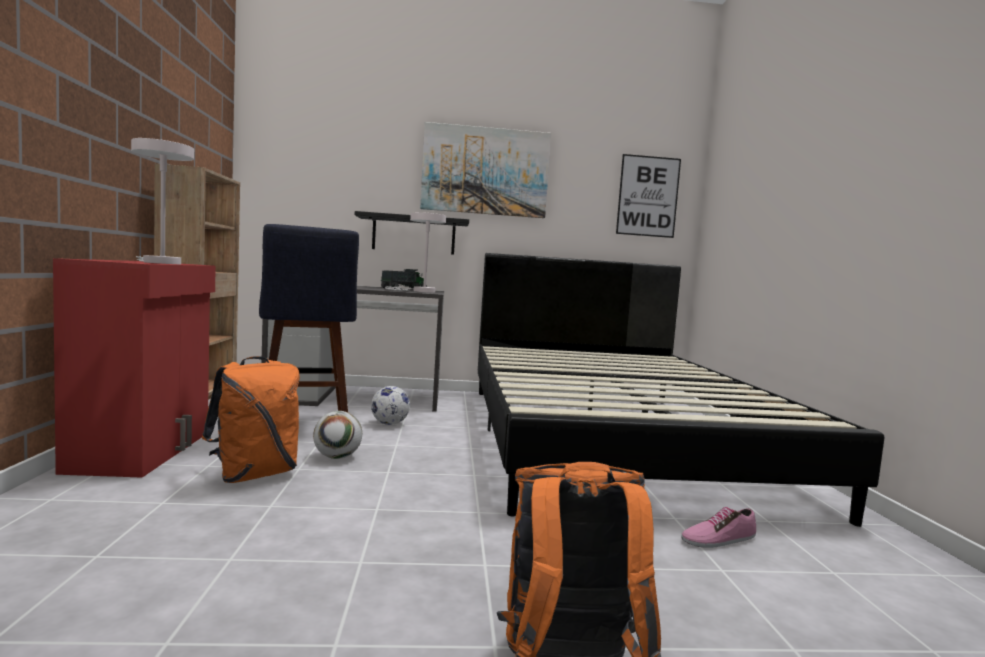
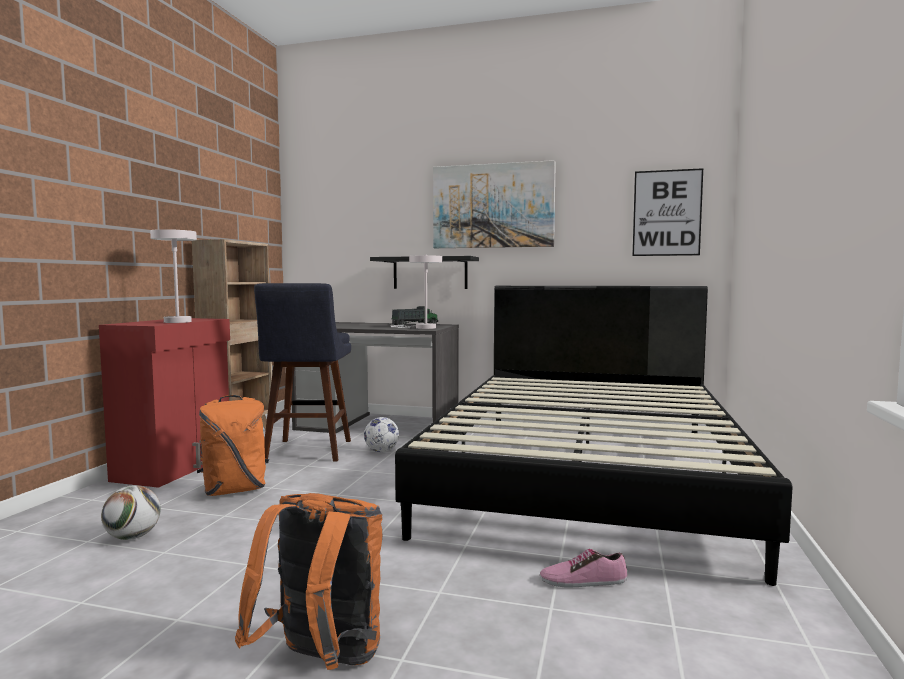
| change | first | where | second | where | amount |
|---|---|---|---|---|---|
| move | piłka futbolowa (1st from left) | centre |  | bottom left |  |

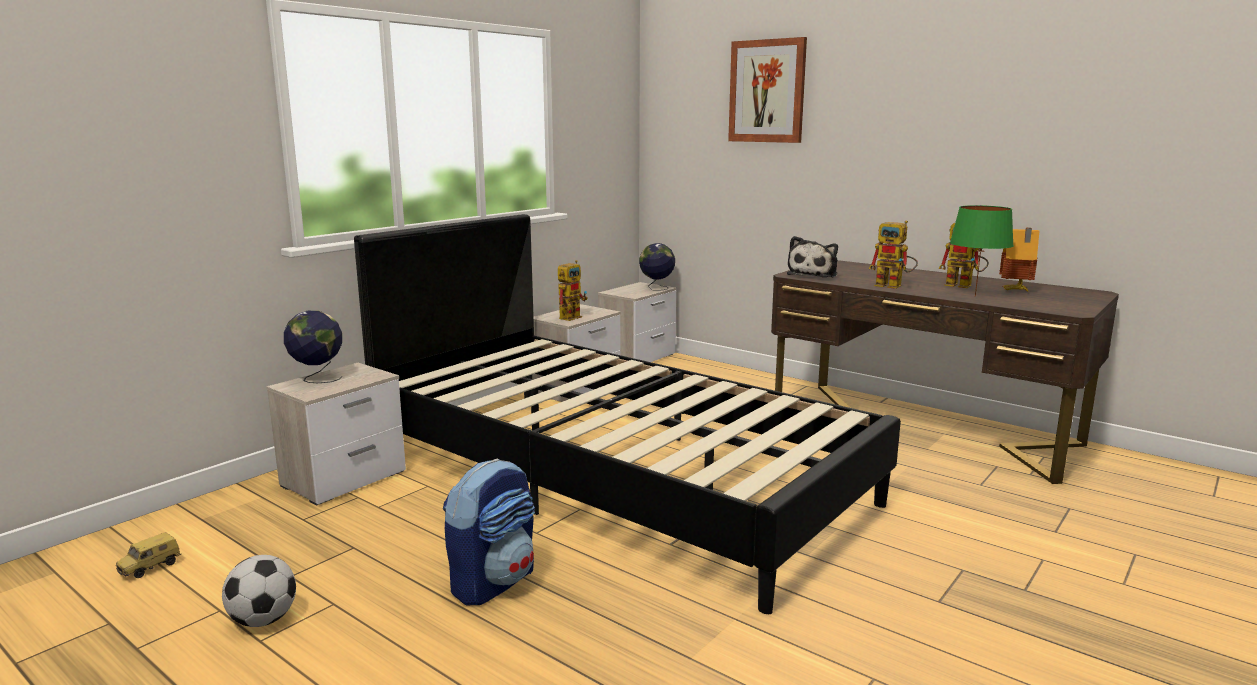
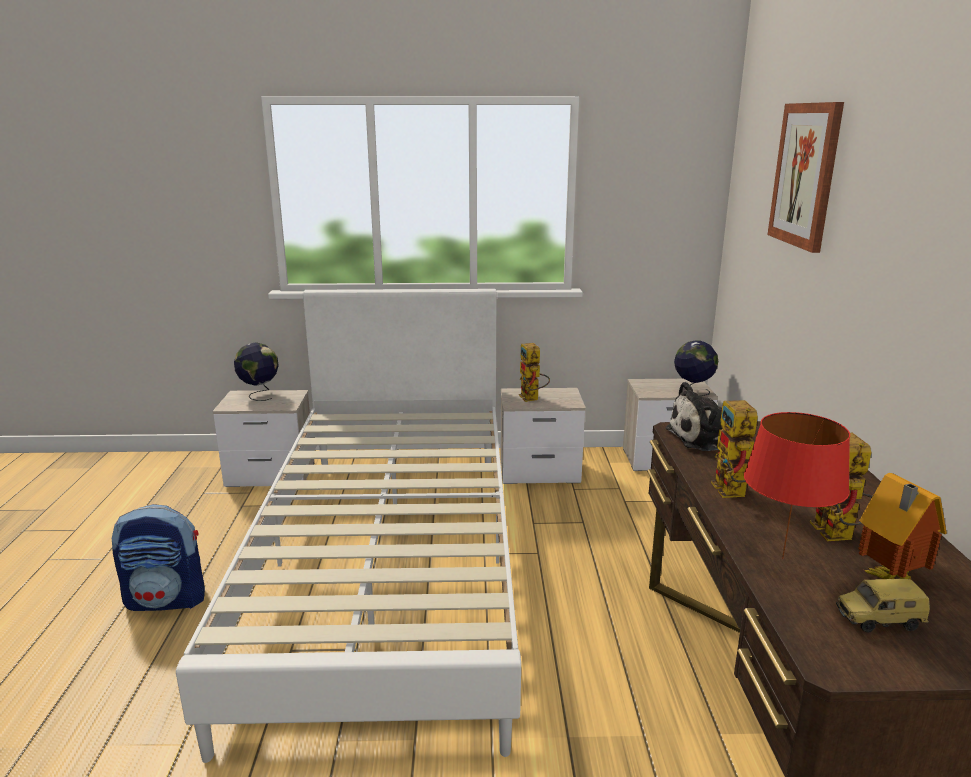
| change | first | where | second | where | amount |
|---|---|---|---|---|---|
| recolor | łóżko (czarny) | centre | łóżko (biały) | bottom centre |  |
| rotate | robot zabawkowy (1st from left) | centre |  | centre | 75 degrees clockwise |
| recolor | lampa stołowa (zielony) | middle right | lampa stołowa (czerwony) | middle right |  |
| move | samochodzik | bottom left |  | bottom right |  |
| delete | piłka futbolowa | bottom left |  |  |  |

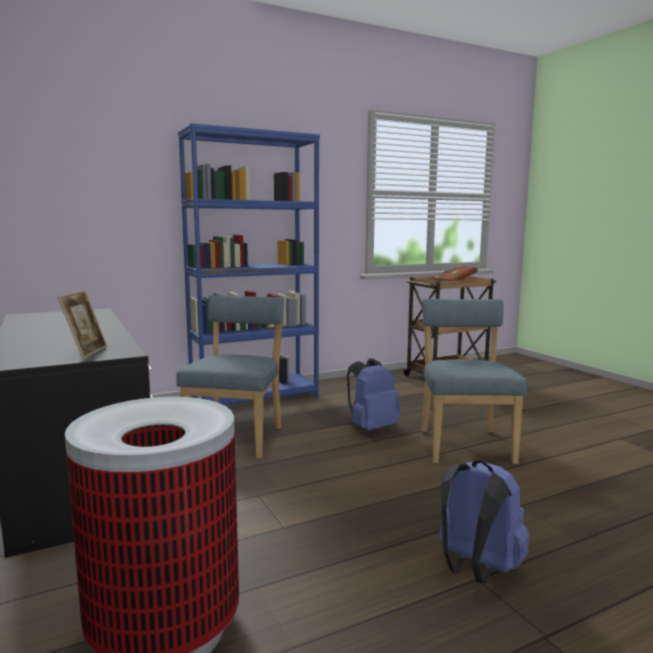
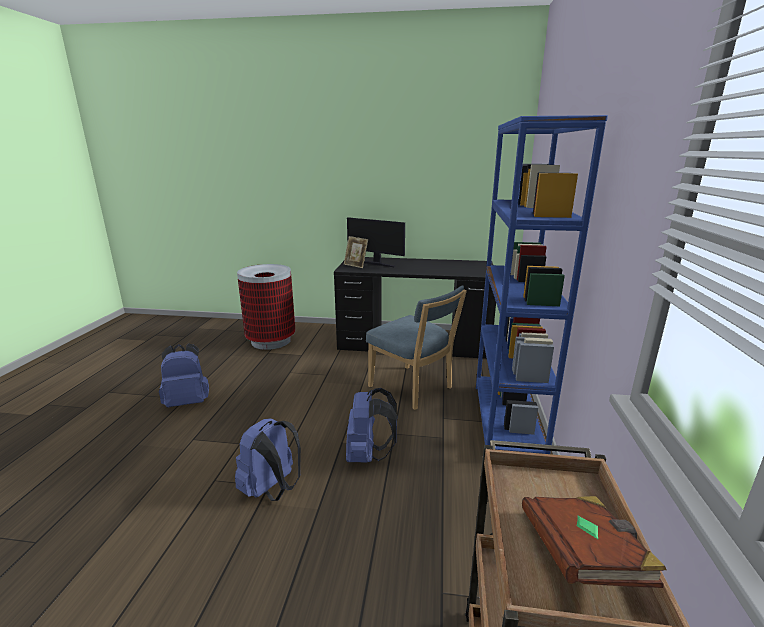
| change | first | where | second | where | amount |
|---|---|---|---|---|---|
| replace | krzesło (niebieski) (2nd from left) | middle right | plecak (niebieski) (2nd from left) | bottom centre |  |
| insert |  |  | monitor | centre |  |

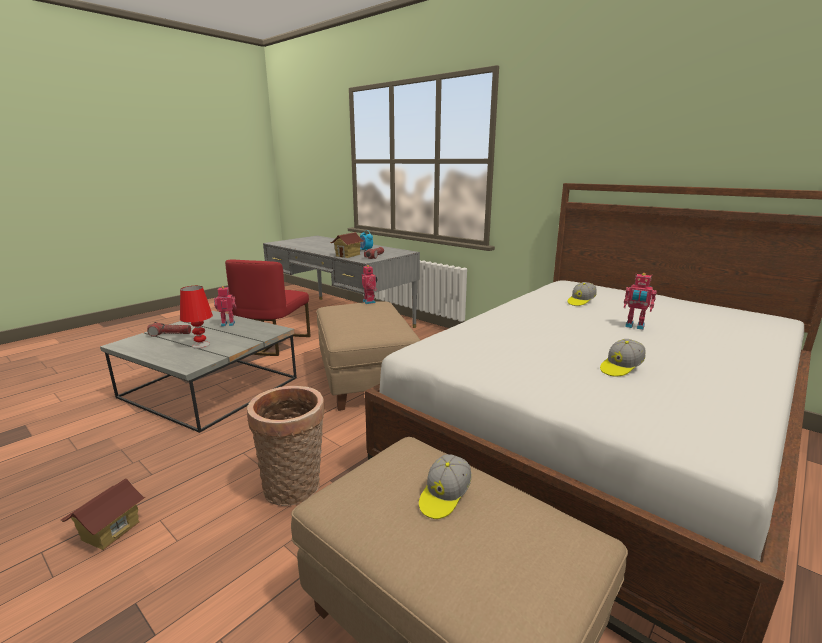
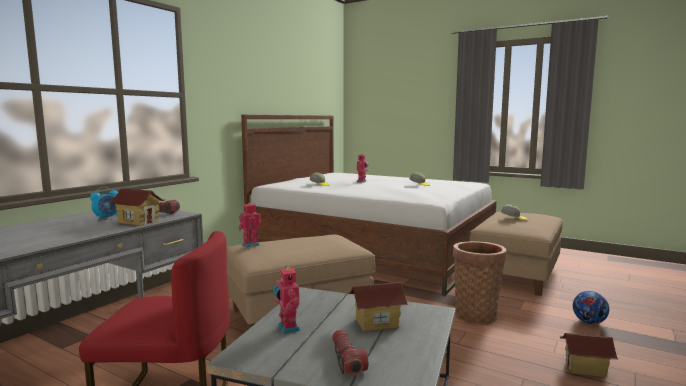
| change | first | where | second | where | amount |
|---|---|---|---|---|---|
| replace | lampa stołowa (czerwony) | middle left | domek (2nd from left) | bottom centre |  |
| insert |  |  | piłka futbolowa | bottom right |  |

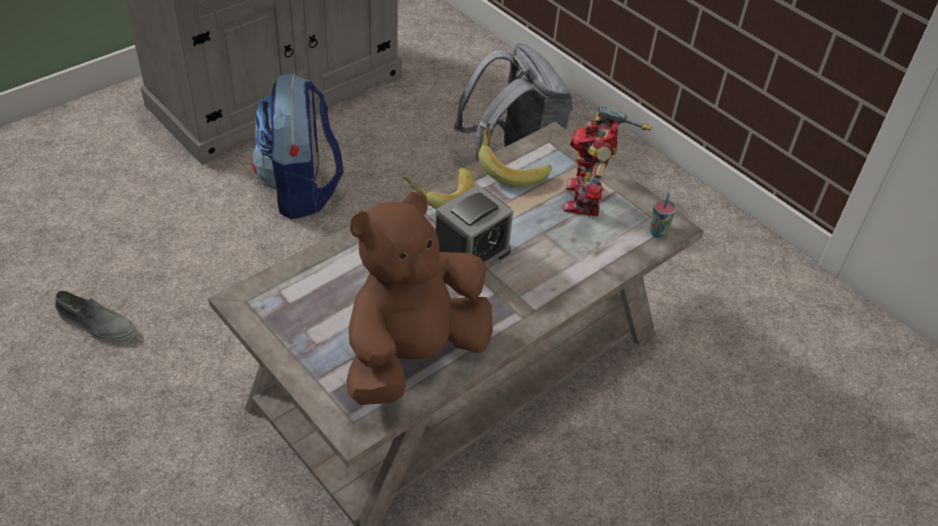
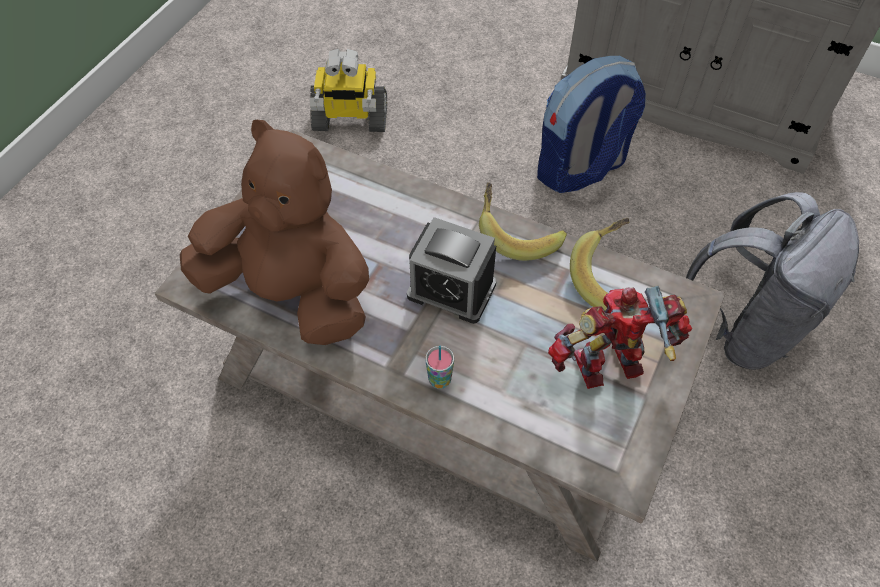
| change | first | where | second | where | amount |
|---|---|---|---|---|---|
| replace | but (szary) | middle left | robot zabawkowy (1st from left) | top centre |  |
| move | filiżanka | middle right |  | centre |  |

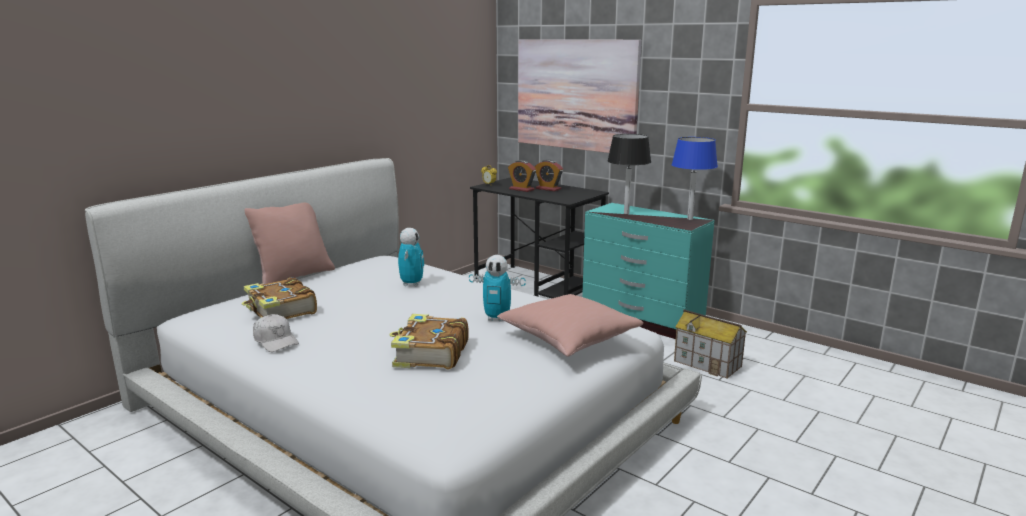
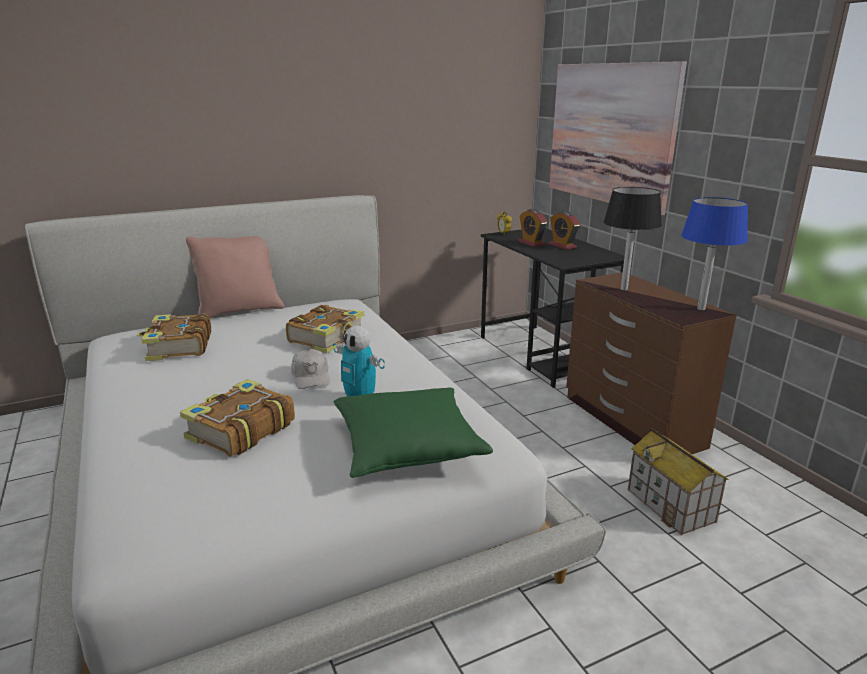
| change | first | where | second | where | amount |
|---|---|---|---|---|---|
| replace | robot zabawkowy (1st from left) | centre | książka (3rd from left) | centre |  |
| move | czapka z daszkiem (biały) | middle left |  | centre |  |
| recolor | poduszka (różowy) (2nd from left) | centre | poduszka (zielony) | centre |  |
| recolor | komoda (turkusowy) | centre | komoda (brązowy) | middle right |  |

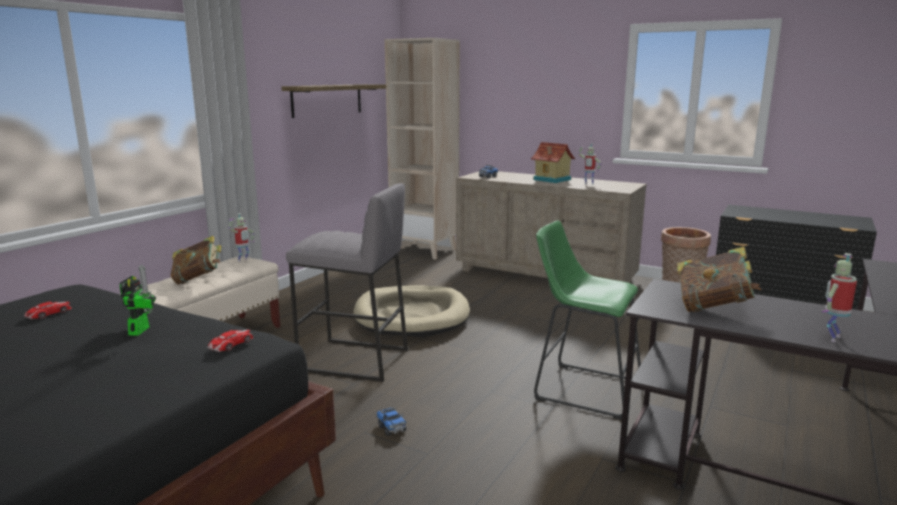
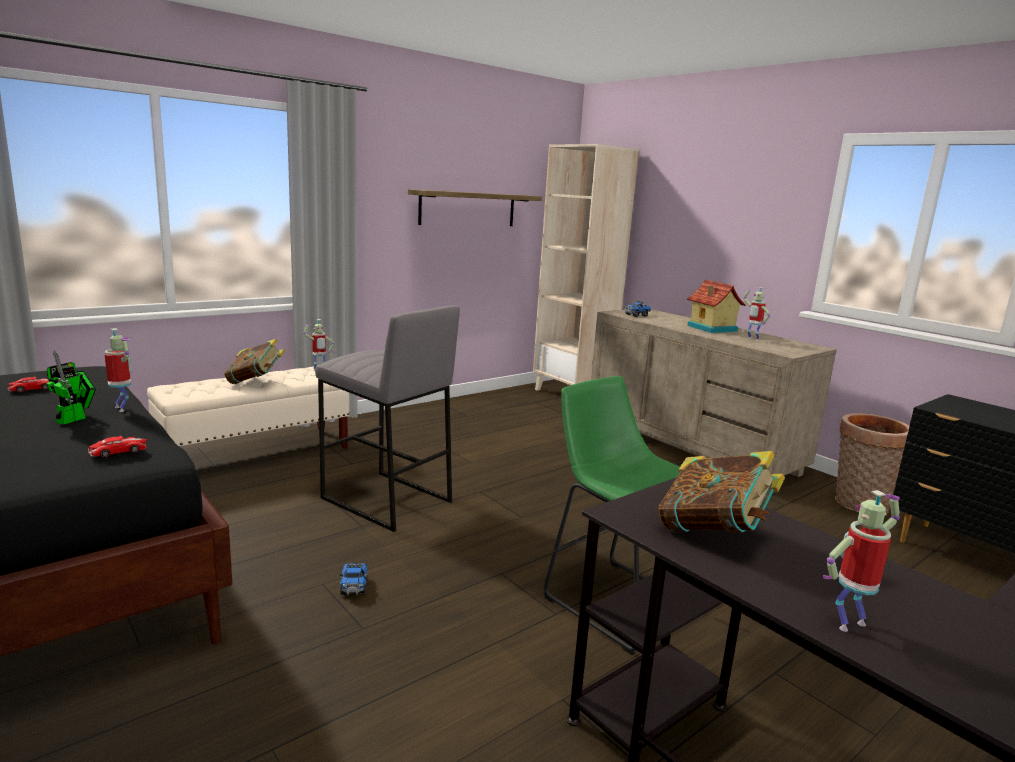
| change | first | where | second | where | amount |
|---|---|---|---|---|---|
| insert |  |  | robot zabawkowy (2nd from left) | middle left |  |
| delete | legowisko (beżowy) | centre |  |  |  |

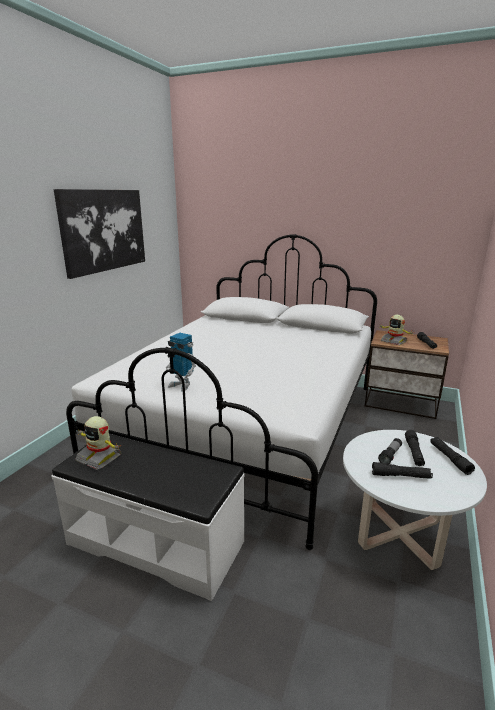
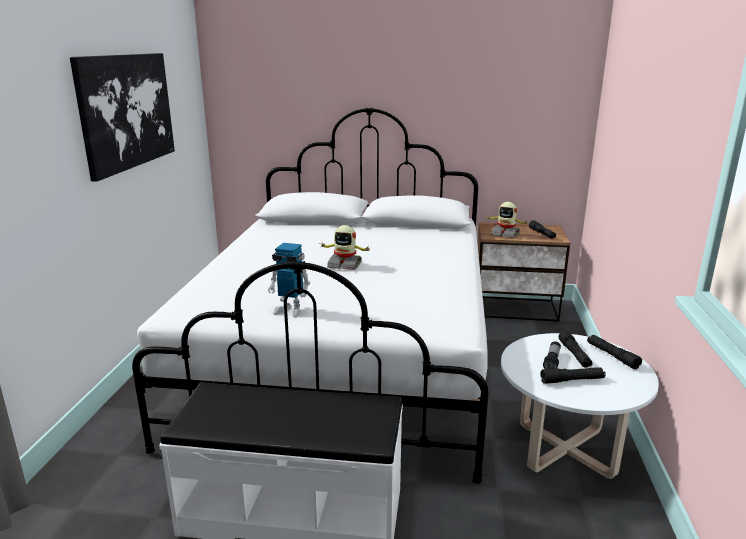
| change | first | where | second | where | amount |
|---|---|---|---|---|---|
| move | robot zabawkowy (1st from left in the first image) | middle left | robot zabawkowy (2nd from left) | centre |  |

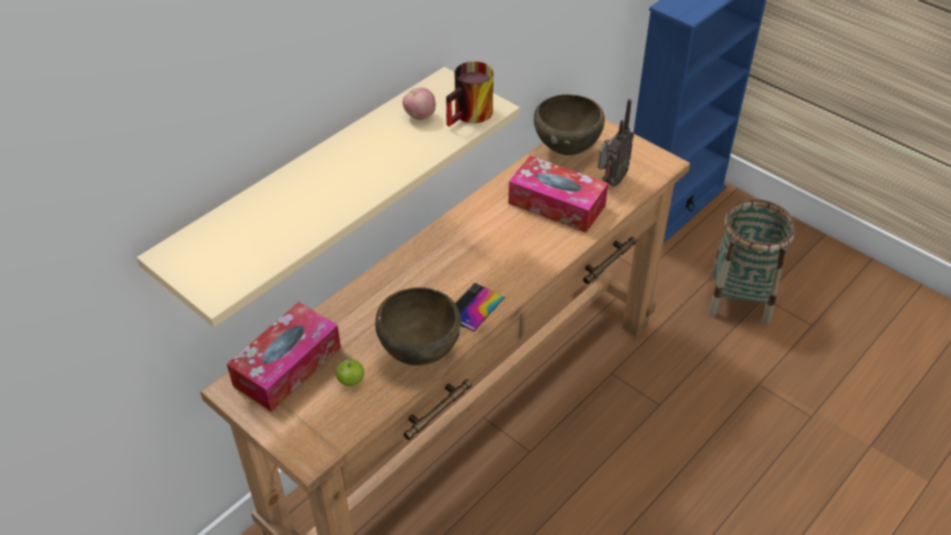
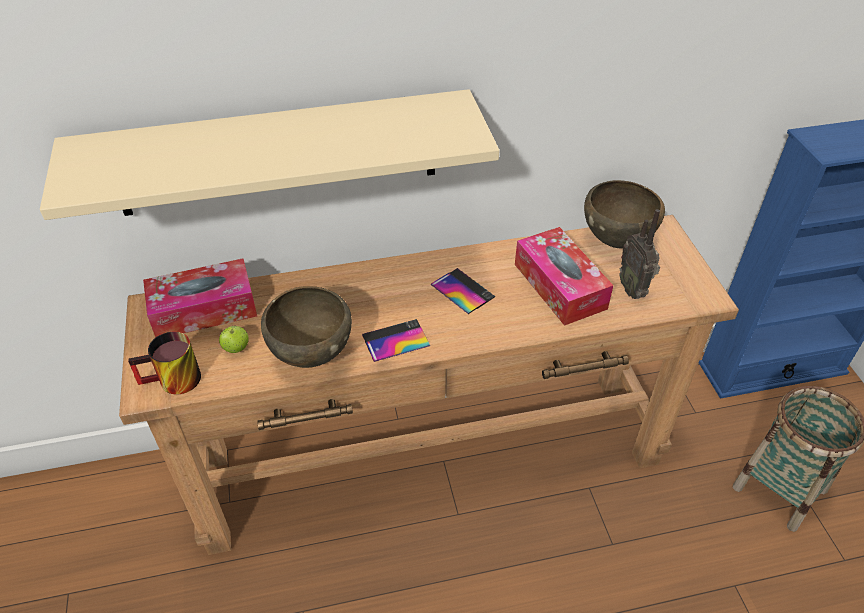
| change | first | where | second | where | amount |
|---|---|---|---|---|---|
| move | kubek | top centre |  | middle left |  |
| insert |  |  | telefon (2nd from left) | centre |  |
| rotate | radio | top centre |  | middle right | 90 degrees clockwise |
| delete | jabłko (2nd from left) | top centre |  |  |  |

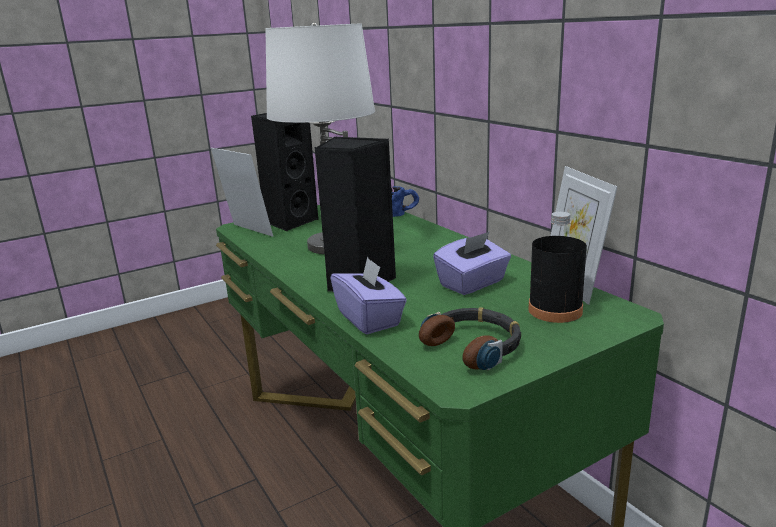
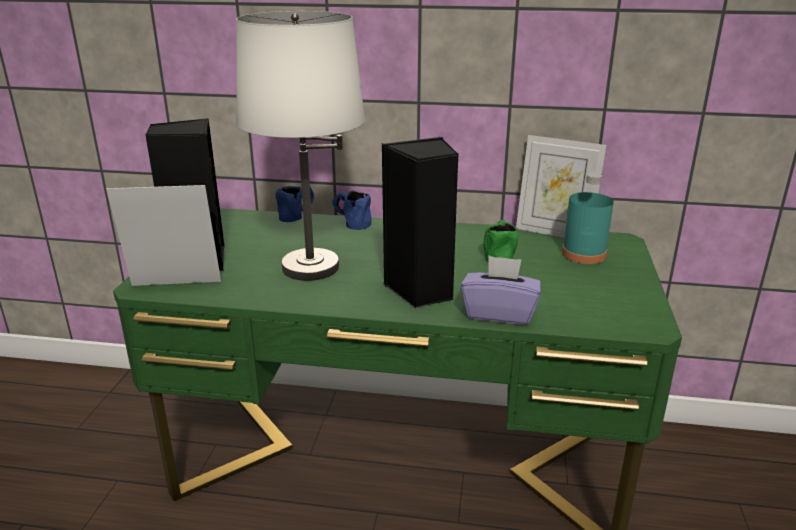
| change | first | where | second | where | amount |
|---|---|---|---|---|---|
| insert |  |  | kubek (niebieski) (2nd from left) | centre |  |
| replace | pudełko chusteczek (fioletowy) (2nd from left) | centre | kubek (zielony) | centre |  |
| recolor | butelka (czarny) | middle right | butelka (turkusowy) | middle right |  |
| delete | słuchawki | centre |  |  |  |

